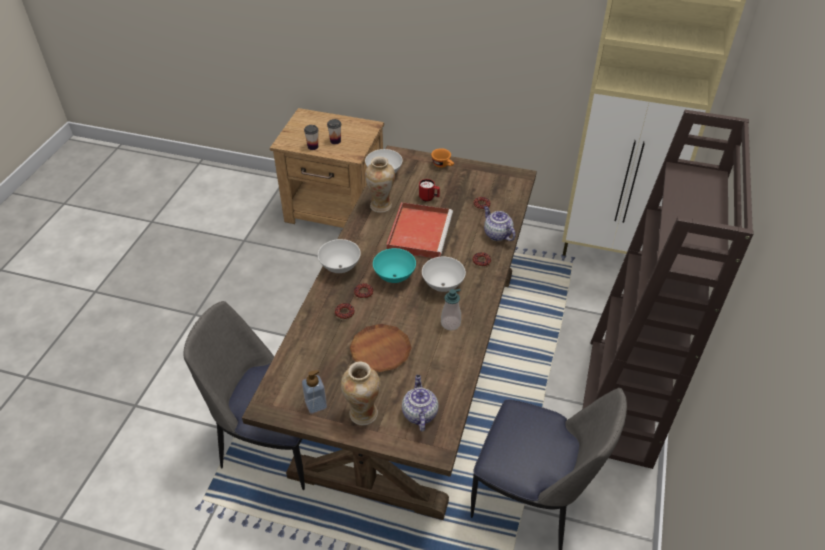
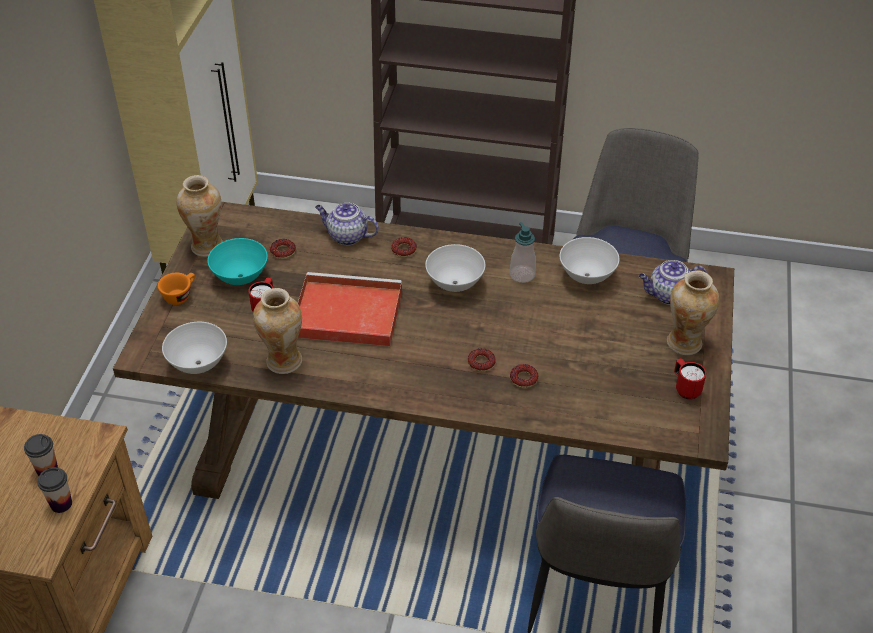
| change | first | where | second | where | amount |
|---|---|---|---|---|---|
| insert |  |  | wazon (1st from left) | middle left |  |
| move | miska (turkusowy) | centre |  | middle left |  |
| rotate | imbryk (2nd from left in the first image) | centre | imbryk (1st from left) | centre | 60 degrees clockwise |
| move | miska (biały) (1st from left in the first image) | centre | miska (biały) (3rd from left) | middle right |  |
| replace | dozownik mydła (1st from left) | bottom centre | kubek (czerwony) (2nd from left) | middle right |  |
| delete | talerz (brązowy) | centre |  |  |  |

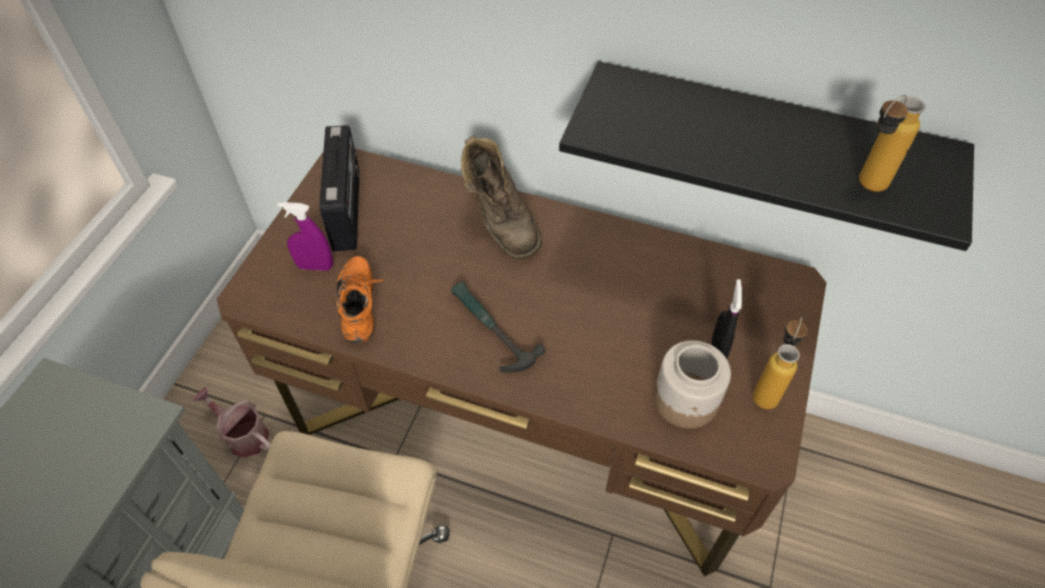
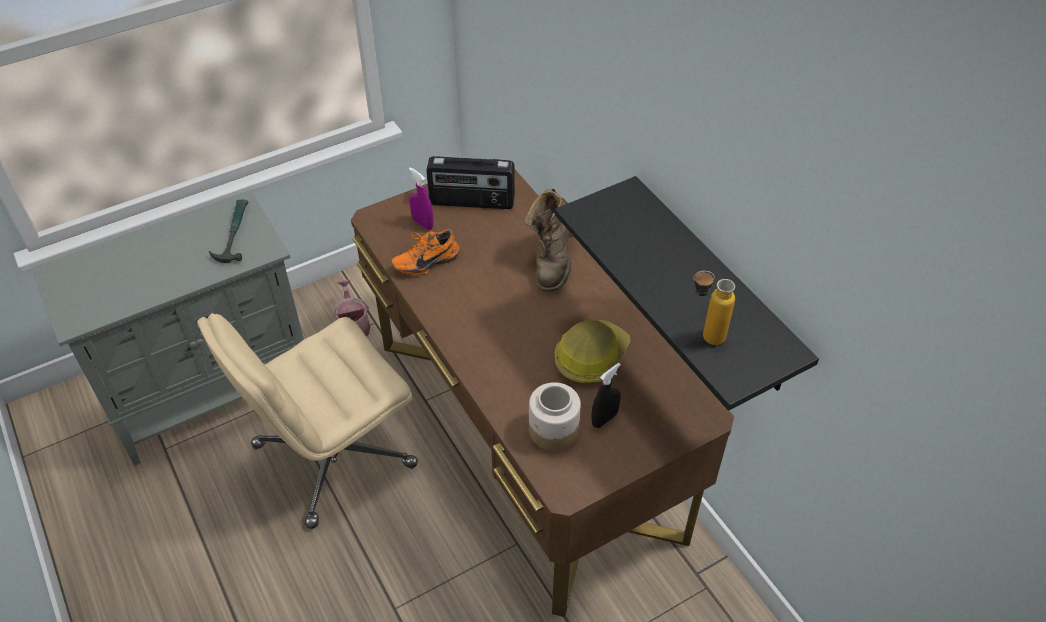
| change | first | where | second | where | amount |
|---|---|---|---|---|---|
| move | młotek | centre |  | middle left |  |
| rotate | but (pomarańczowy) | centre |  | centre | 150 degrees counterclockwise |
| rotate | radio | top left |  | top centre | 60 degrees clockwise |
| insert |  |  | kask | centre |  |
| delete | butelka (1st from left) | middle right |  |  |  |

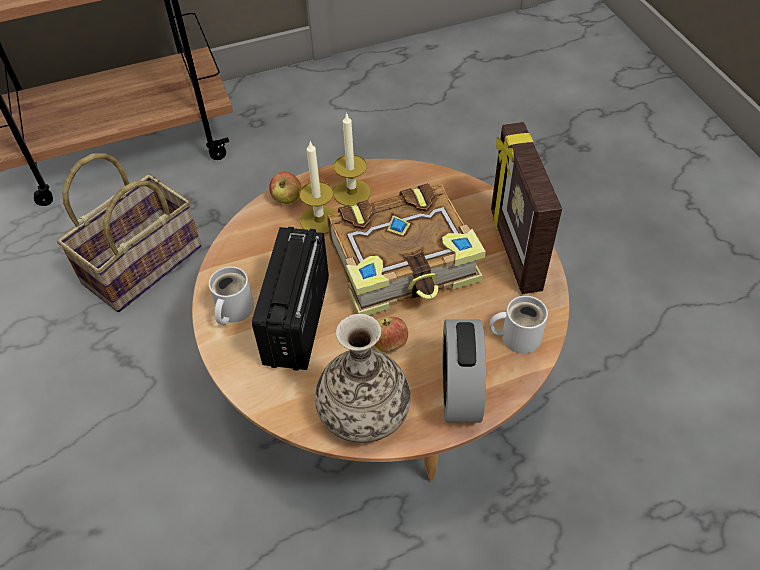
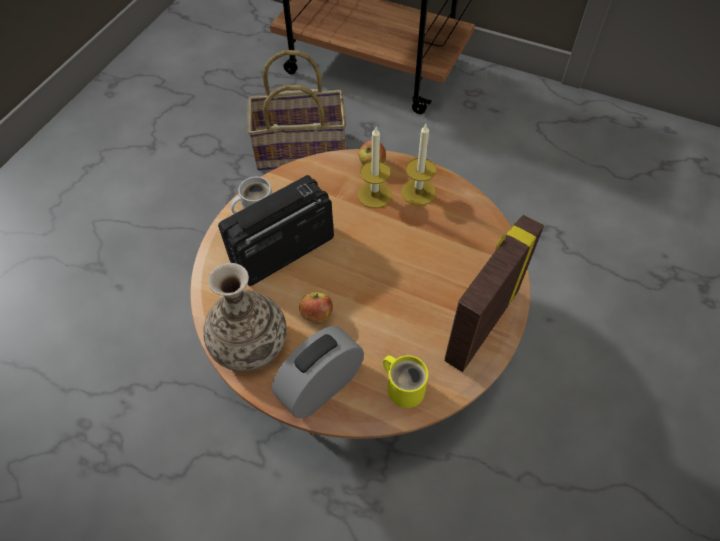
| change | first | where | second | where | amount |
|---|---|---|---|---|---|
| recolor | kubek (biały) (2nd from left) | middle right | kubek (żółty) | bottom centre |  |
| delete | książka | centre |  |  |  |

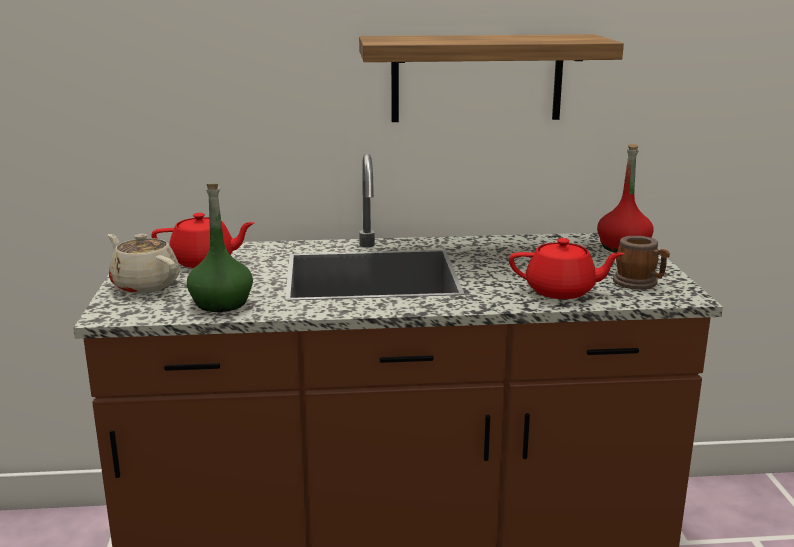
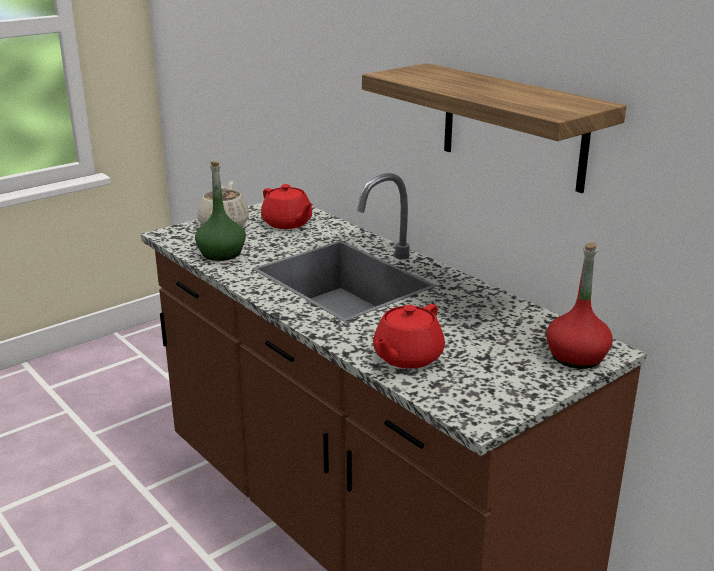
| change | first | where | second | where | amount |
|---|---|---|---|---|---|
| rotate | imbryk (czerwony) (2nd from left) | middle right |  | centre | 60 degrees clockwise |
| delete | kubek | middle right |  |  |  |

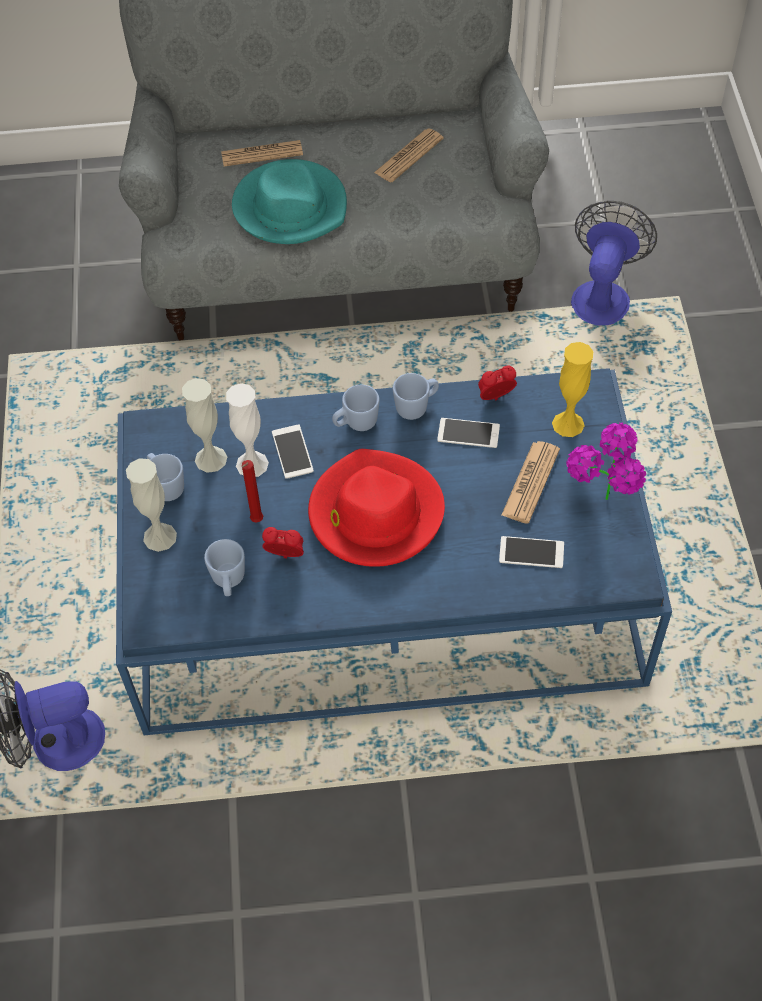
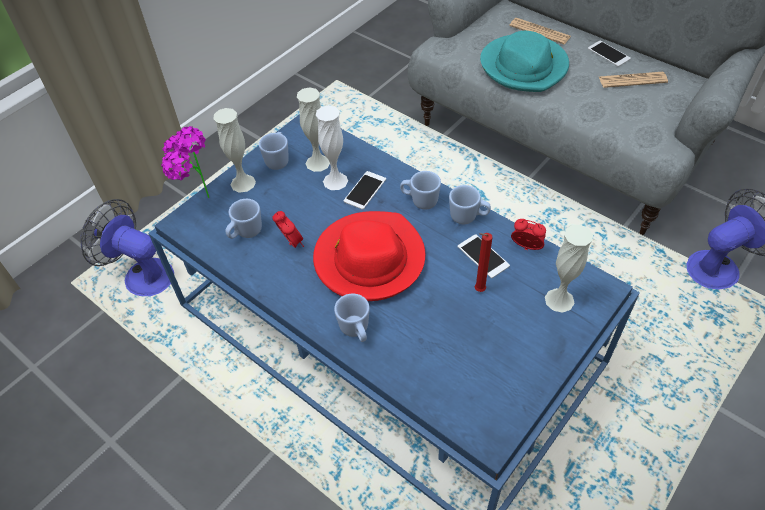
| change | first | where | second | where | amount |
|---|---|---|---|---|---|
| move | roślina doniczkowa | middle right |  | top left |  |
| insert |  |  | kubek (niebieski) (3rd from left) | centre |  |
| move | świeca (czerwony) | middle left |  | centre |  |
| recolor | wazon (żółty) | middle right | wazon (biały) (4th from left) | middle right |  |
| move | telefon (3rd from left) | middle right |  | top right |  |
| delete | gazeta (3rd from left) | middle right |  |  |  |

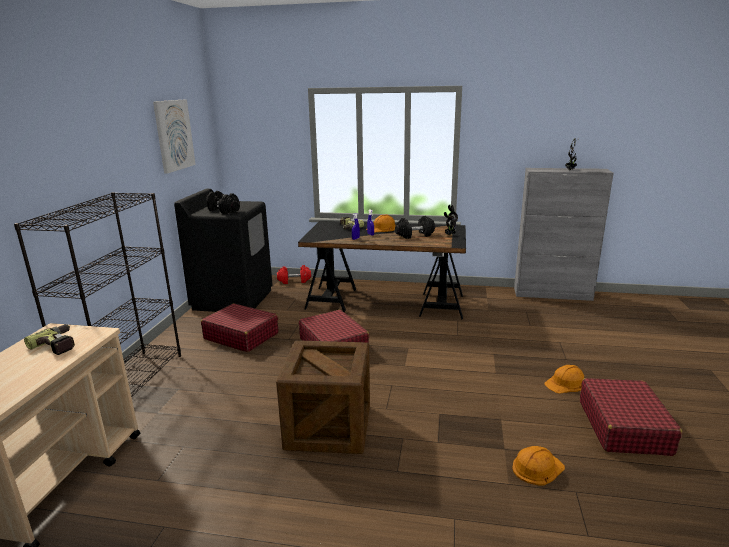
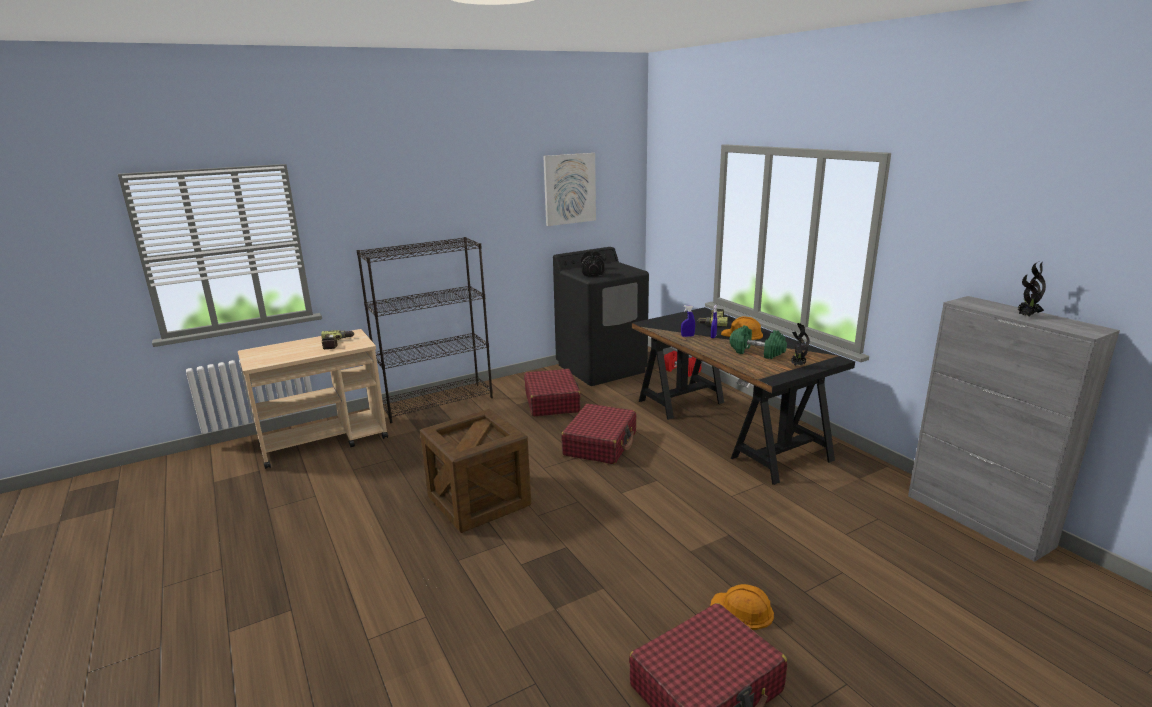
| change | first | where | second | where | amount |
|---|---|---|---|---|---|
| recolor | hantel (czarny) (2nd from left) | centre | hantel (zielony) | centre |  |
| delete | kask (pomarańczowy) (2nd from left) | bottom right |  |  |  |

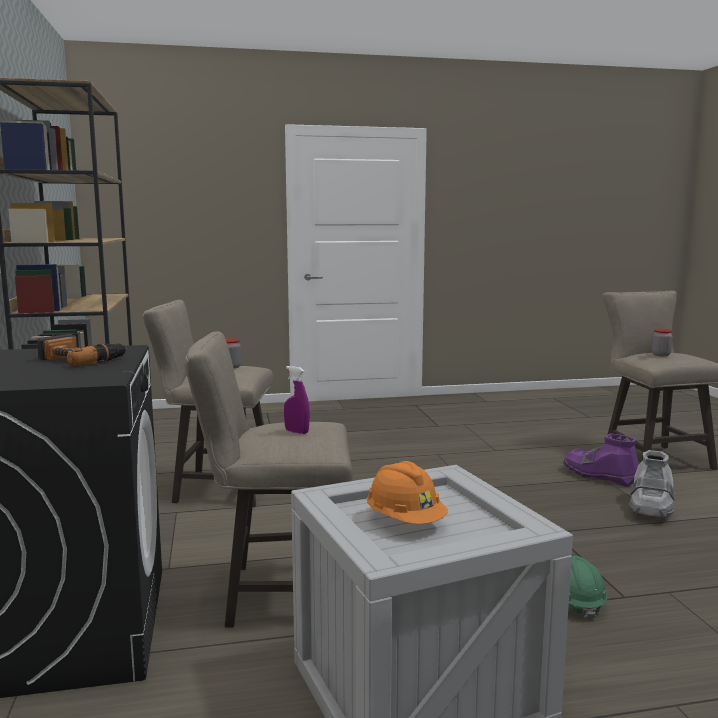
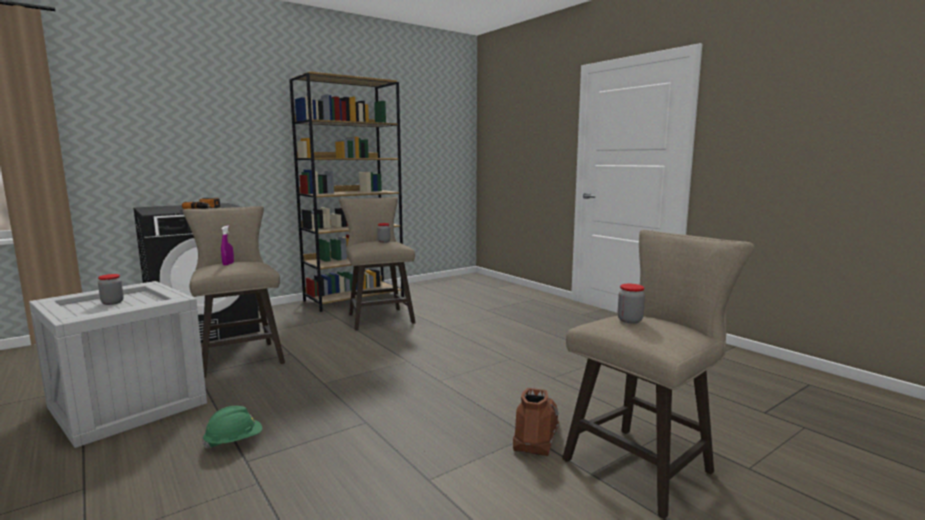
| change | first | where | second | where | amount |
|---|---|---|---|---|---|
| replace | kask (pomarańczowy) | bottom centre | słoik (1st from left) | middle left |  |
| recolor | but z cholewką (fioletowy) | middle right | but z cholewką (brązowy) | bottom centre |  |
| delete | but z cholewką (szary) | bottom right |  |  |  |

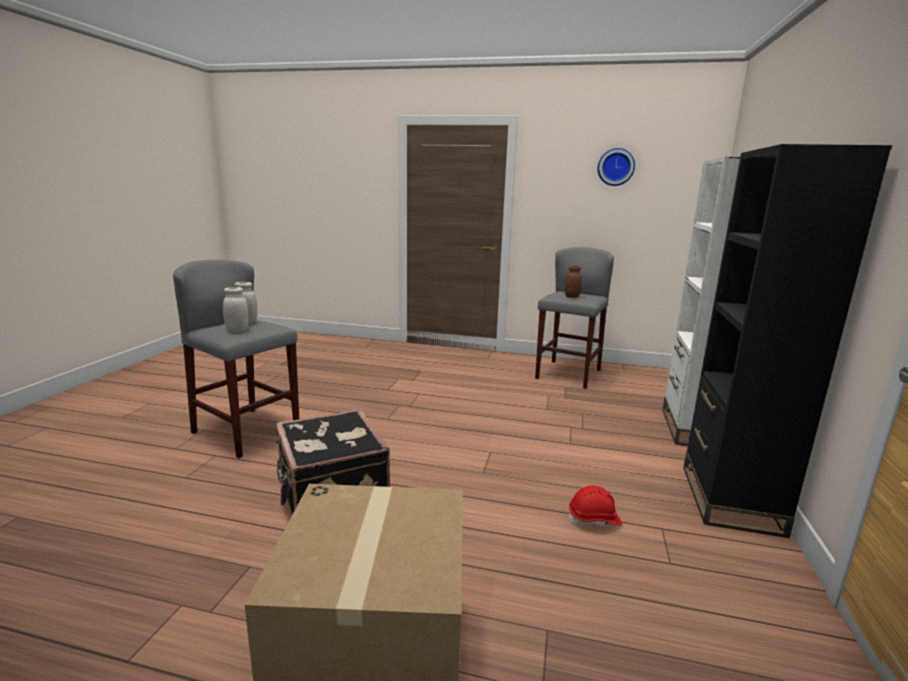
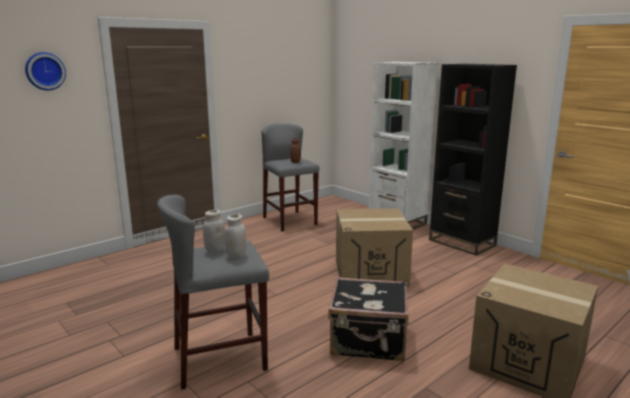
| change | first | where | second | where | amount |
|---|---|---|---|---|---|
| move | zegar ścienny | top right |  | top left |  |
| insert |  |  | karton (1st from left) | centre |  |
| delete | kask (czerwony) | bottom centre |  |  |  |

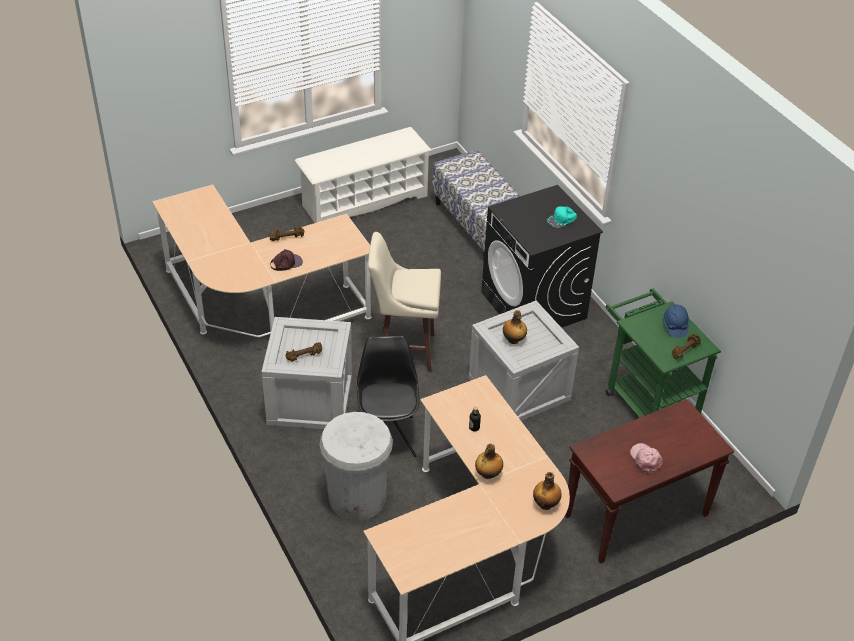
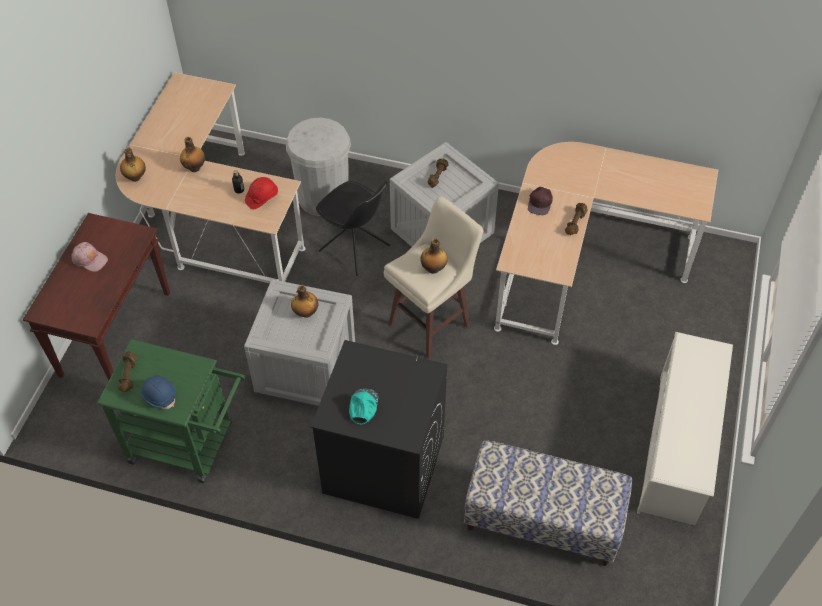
| change | first | where | second | where | amount |
|---|---|---|---|---|---|
| insert |  |  | kask (czerwony) | top left |  |
| insert |  |  | butelka (5th from left) | centre |  |

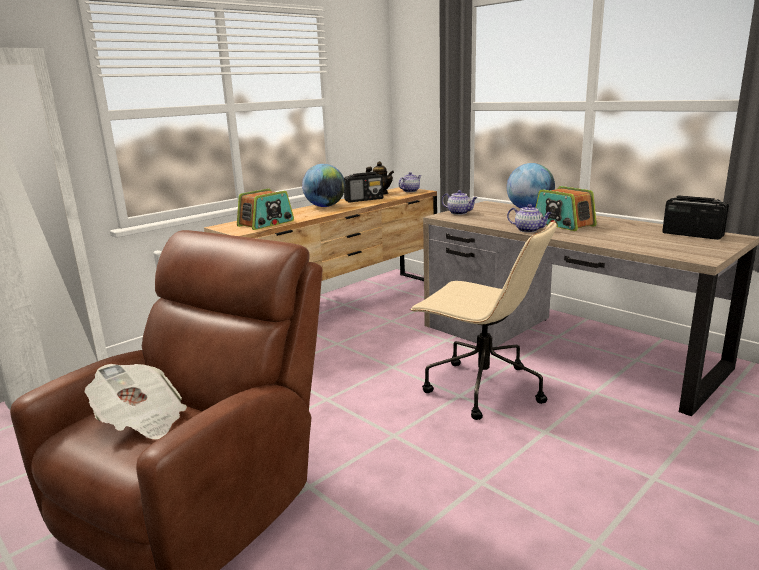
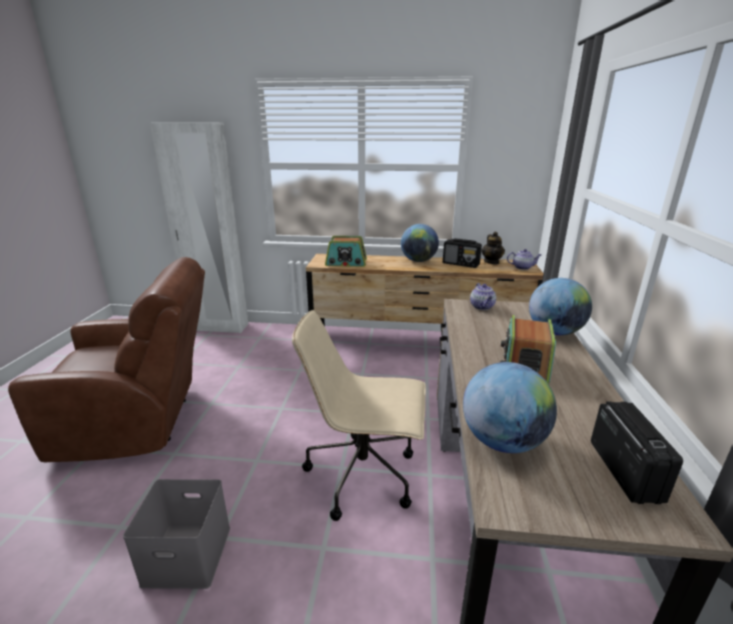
| change | first | where | second | where | amount |
|---|---|---|---|---|---|
| insert |  |  | pojemnik do przechowywania (szary) | bottom left |  |
| rotate | krzesło biurowe (beżowy) | centre |  | centre | 105 degrees clockwise |
| insert |  |  | globus (2nd from left) | middle right |  |
| delete | gazeta | bottom left |  |  |  |
| delete | imbryk (4th from left) | middle right |  |  |  |

